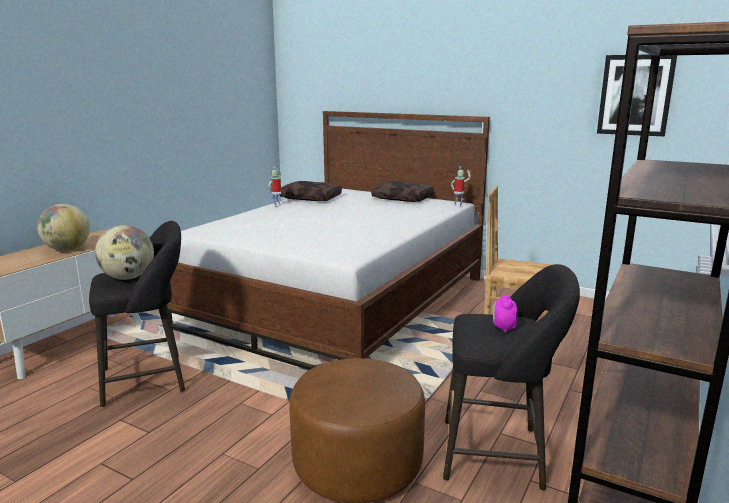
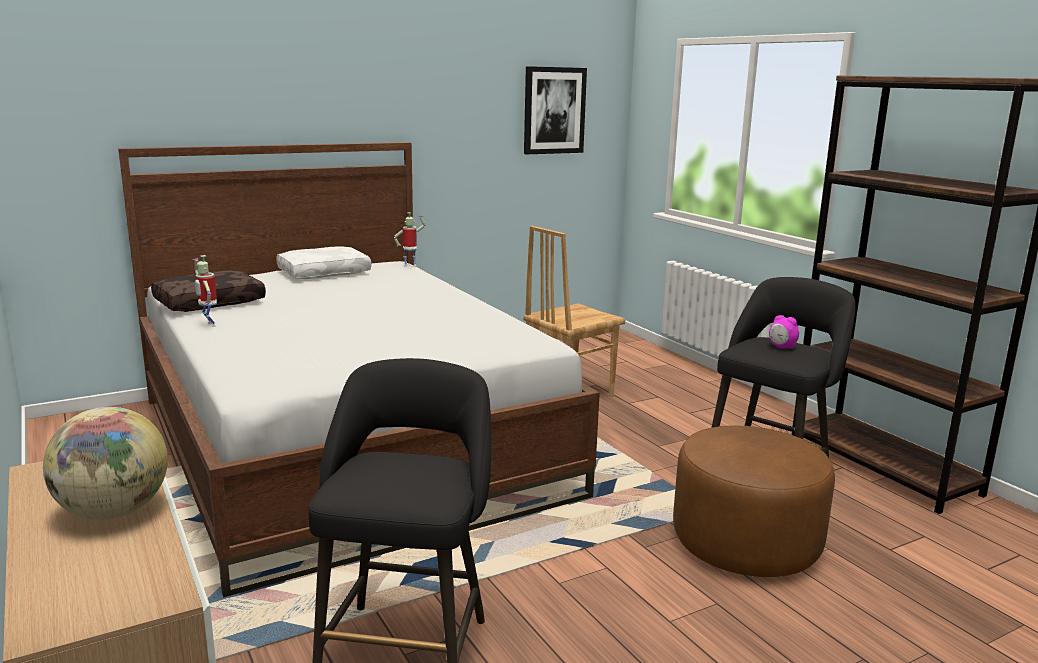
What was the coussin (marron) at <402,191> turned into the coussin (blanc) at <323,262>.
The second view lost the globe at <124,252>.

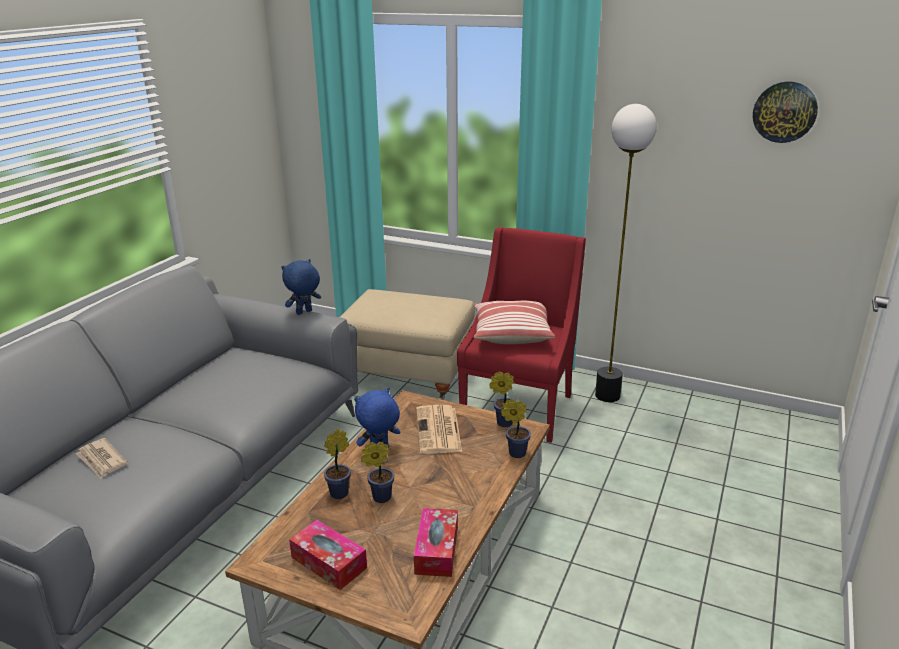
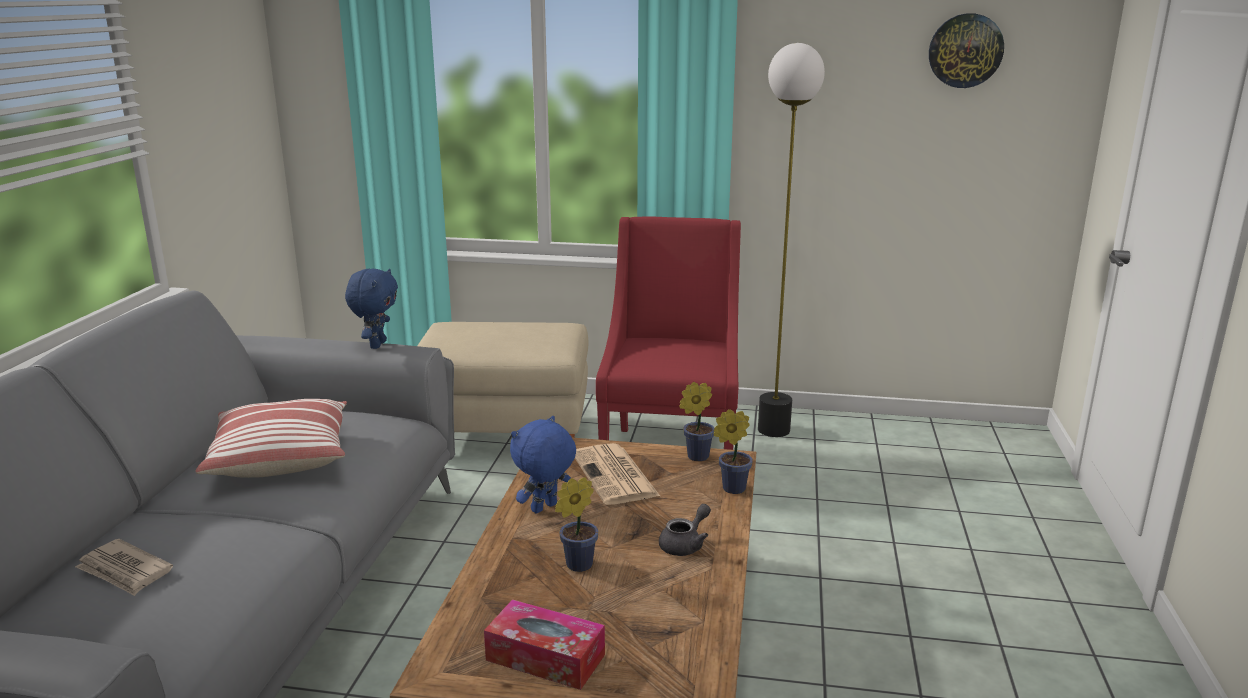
The coussin ended up elsewhere, having gone from <514,322> to <271,438>.
The peluche (bleu) at <301,287> ended up facing another way, 150 degrees clockwise from before.
The second view gained the théière (gris) at <685,530>.
The second view lost the plante en pot at <337,464>.
The second view lost the boîte à mouchoirs at <436,542>.

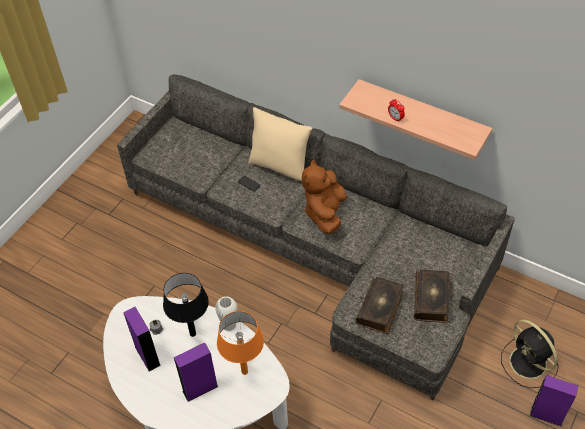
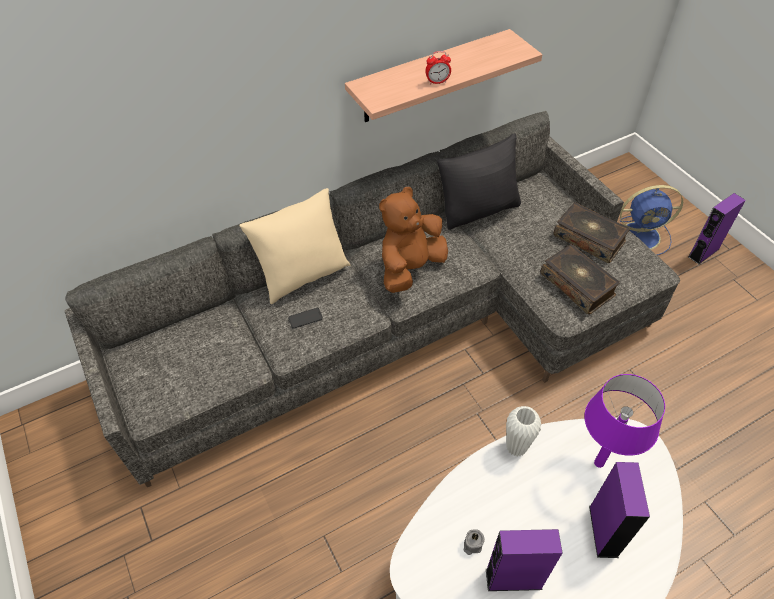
The peluche (marron) at <324,197> ended up facing another way, 90 degrees clockwise from before.
The second view gained the coussin (noir) at <479,181>.
What was the lampe de table (orange) at <240,343> turned into the lampe de table (violet) at <624,421>.
What was the ventilateur (noir) at <529,354> turned into the ventilateur (bleu) at <651,220>.
The second view lost the lampe de table (noir) at <186,305>.

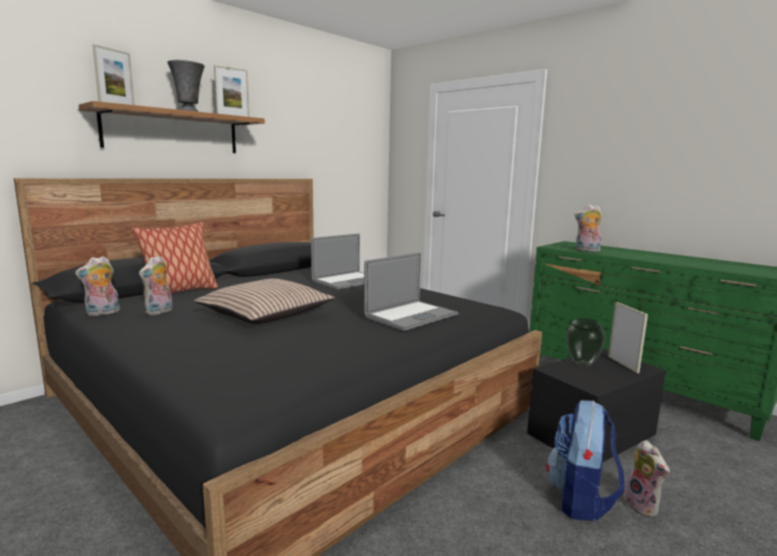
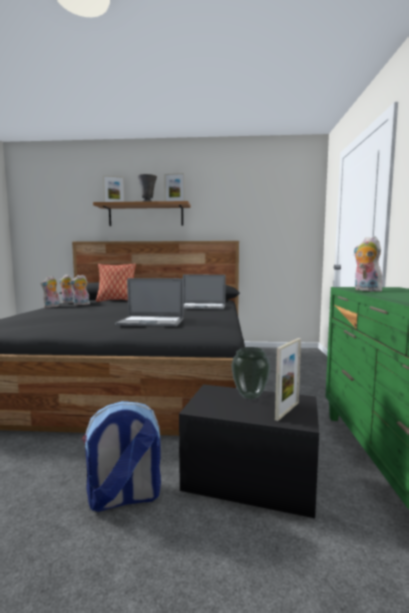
The peluche ended up elsewhere, having gone from <646,478> to <50,292>.
The second view lost the coussin at <264,301>.

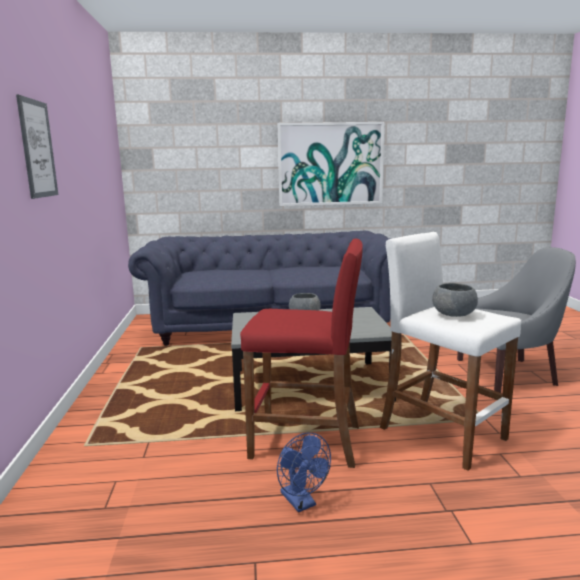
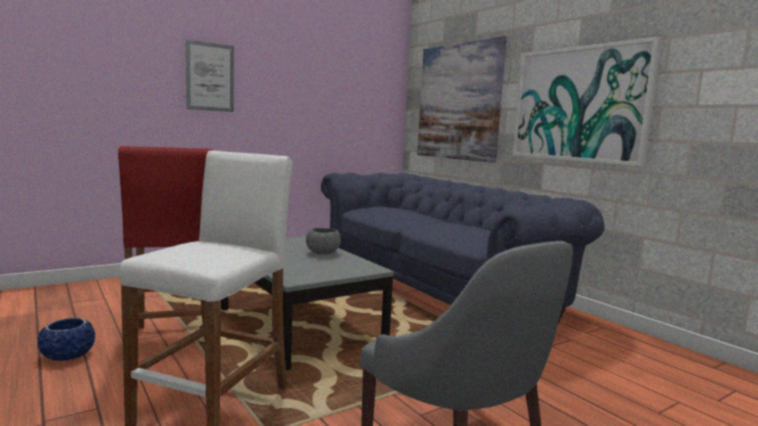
Where the ventilateur (bleu) stood at <304,472>, the cache-pot (bleu) came to stand at <66,339>.
The second view gained the tableau at <462,99>.
The second view lost the bol (gris) at <455,300>.

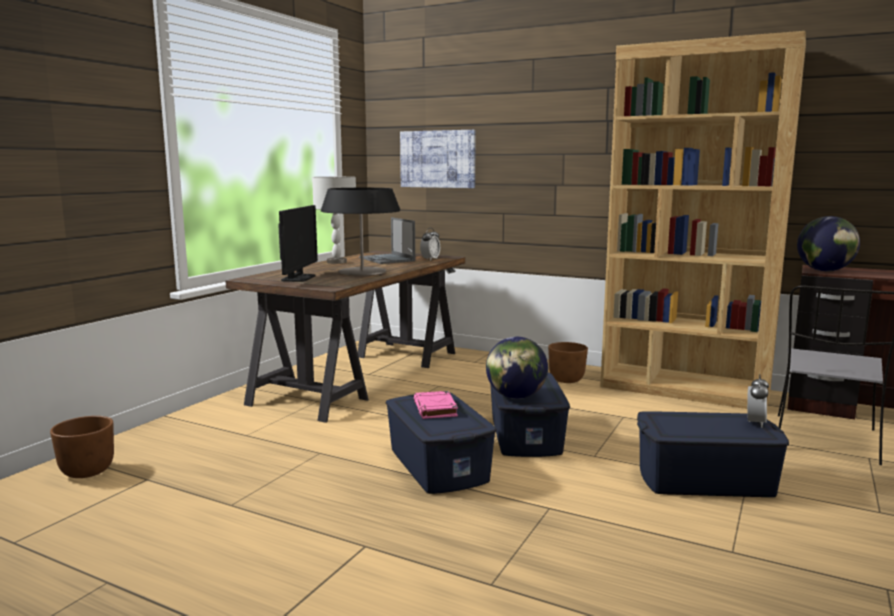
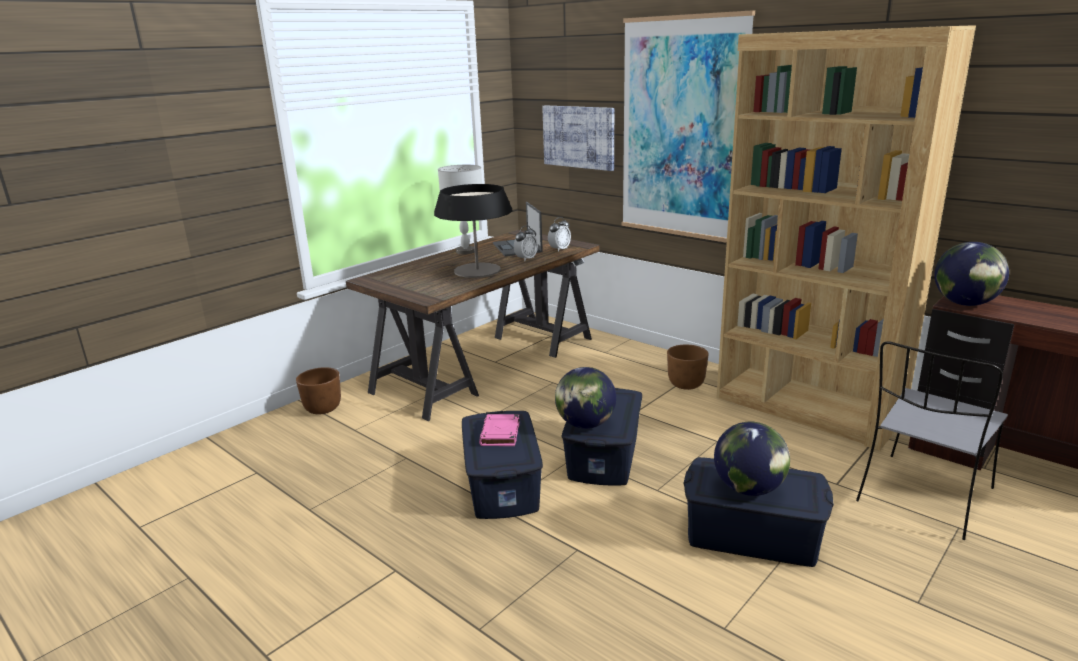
The cache-pot (marron) ended up elsewhere, having gone from <82,447> to <318,391>.
The réveil ended up elsewhere, having gone from <758,401> to <526,243>.
The second view gained the tableau at <688,126>.
The second view gained the globe at <752,459>.
The second view lost the écran d'ordinateur at <298,243>.

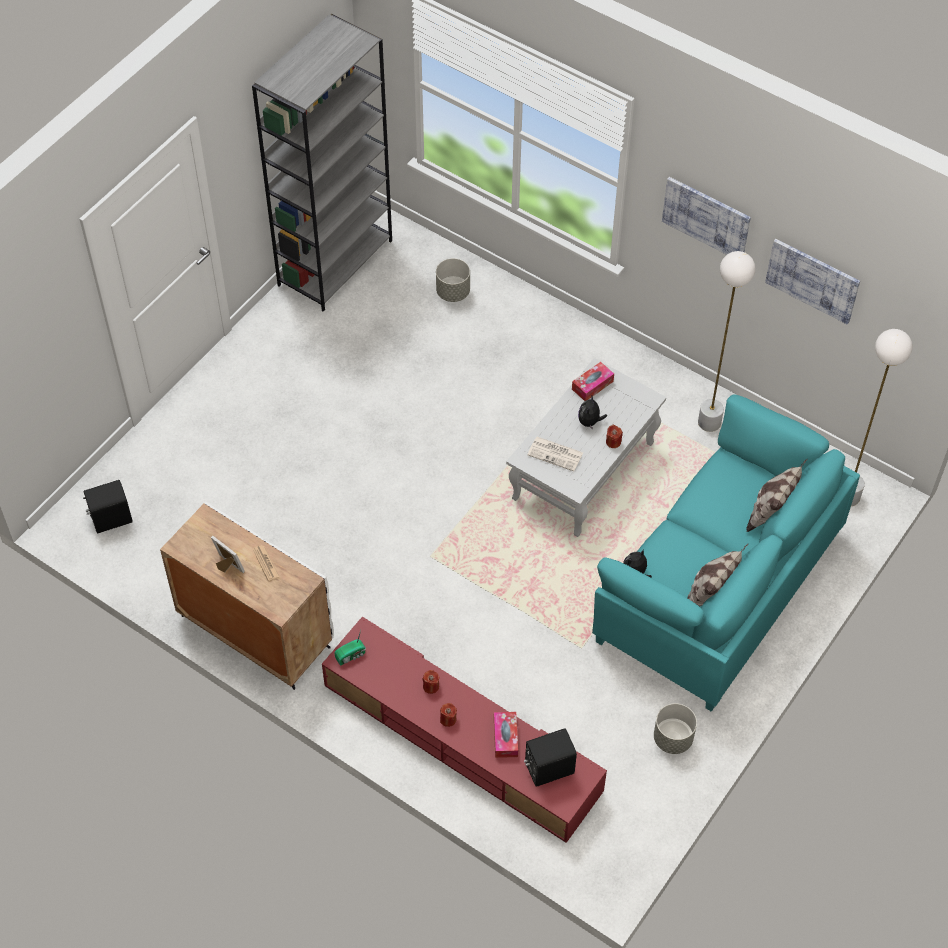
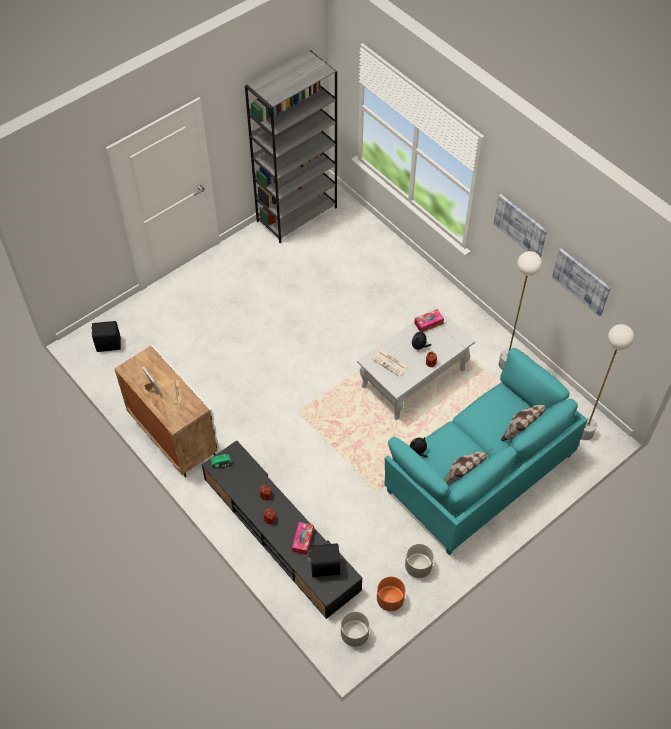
What was the meuble télé (rouge) at <464,730> turned into the meuble télé (noir) at <282,530>.
The cache-pot (gris) ended up elsewhere, having gone from <453,280> to <355,629>.
The second view gained the cache-pot (orange) at <391,593>.

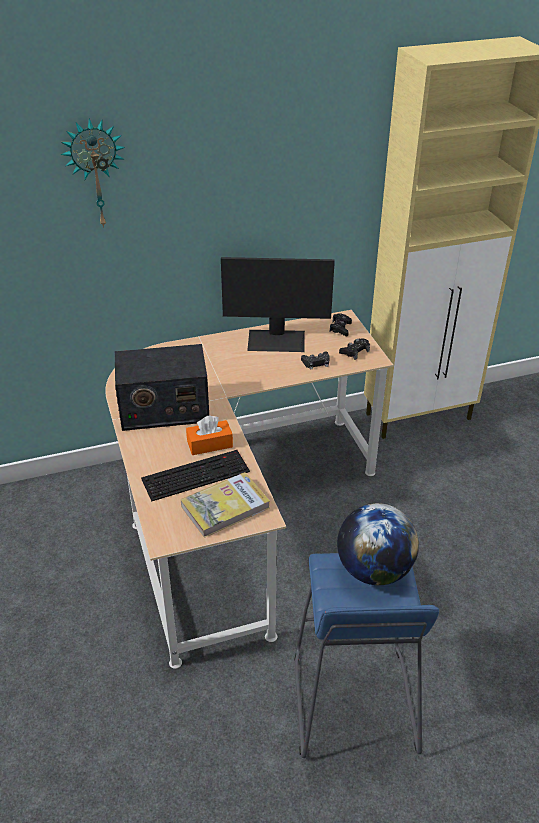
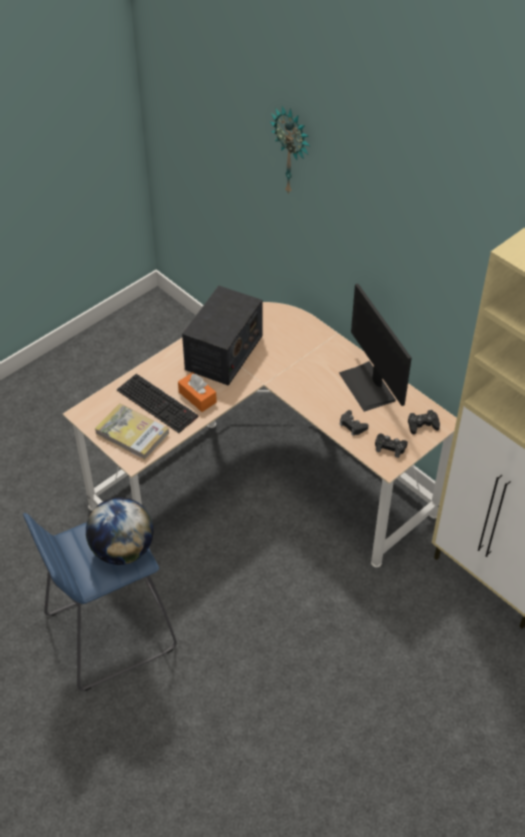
The radio at <162,387> ended up facing another way, 120 degrees counterclockwise from before.

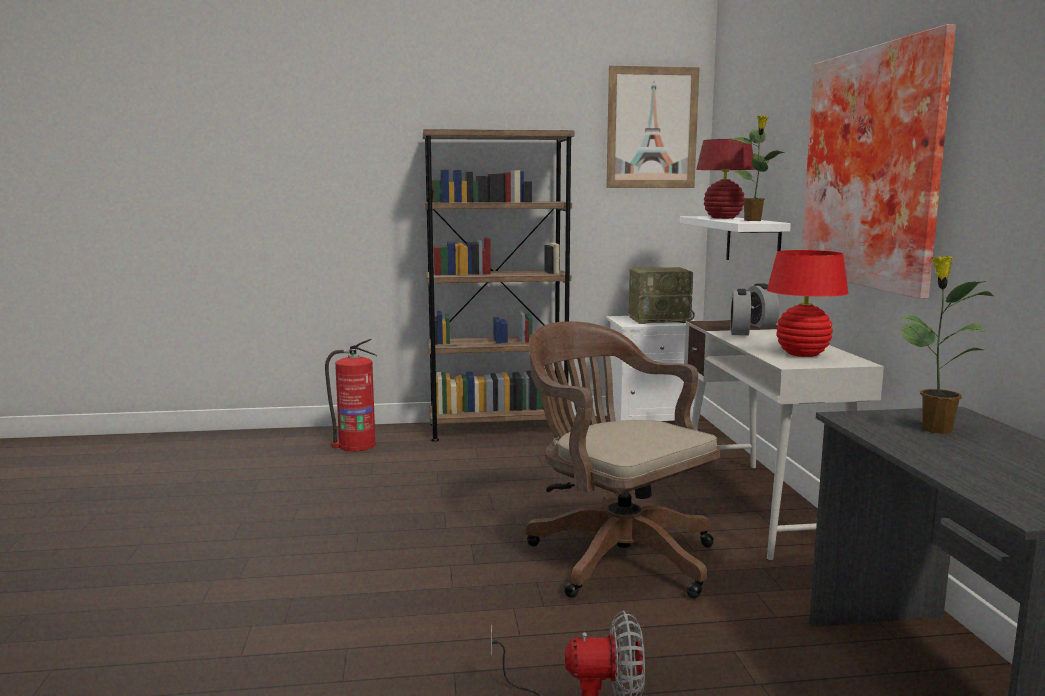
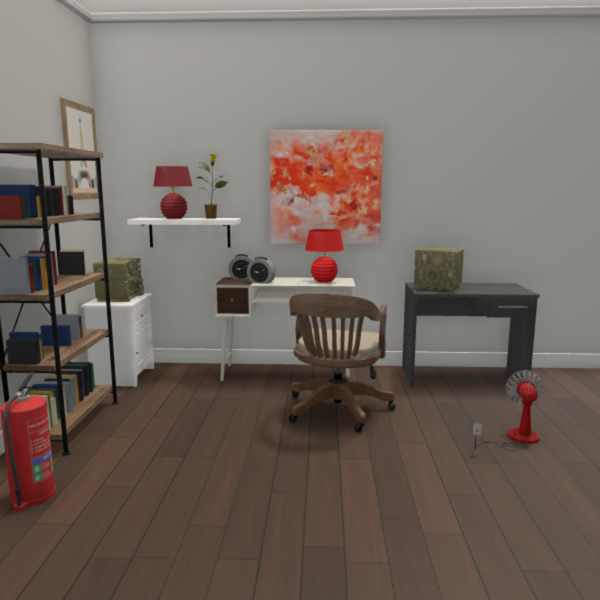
The chaise de bureau (marron) at <623,459> ended up facing another way, 45 degrees counterclockwise from before.
Where the plante en pot stood at <947,345>, the radio came to stand at <439,269>.

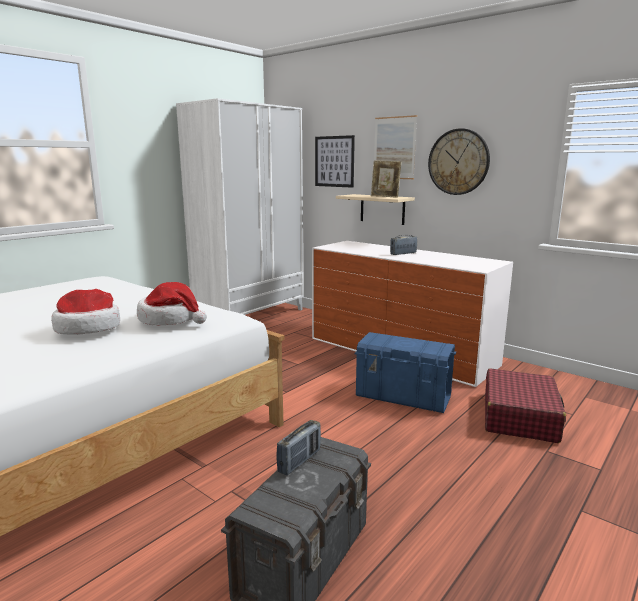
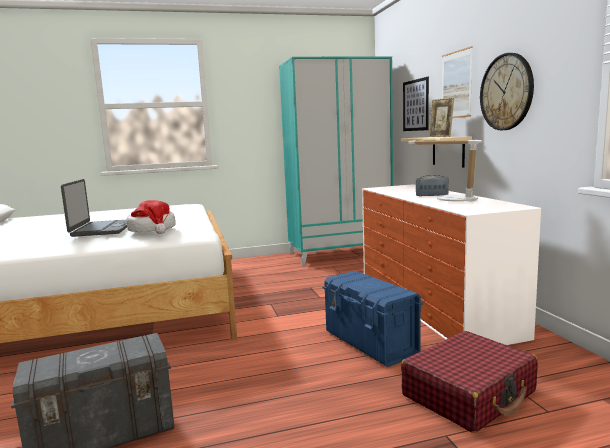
Where the chapeau stood at <85,312>, the ordinateur portable came to stand at <94,208>.
What was the armoire (blanc) at <240,206> turned into the armoire (turquoise) at <336,161>.
The second view gained the lampe de table at <445,170>.
The second view lost the radio at <298,447>.

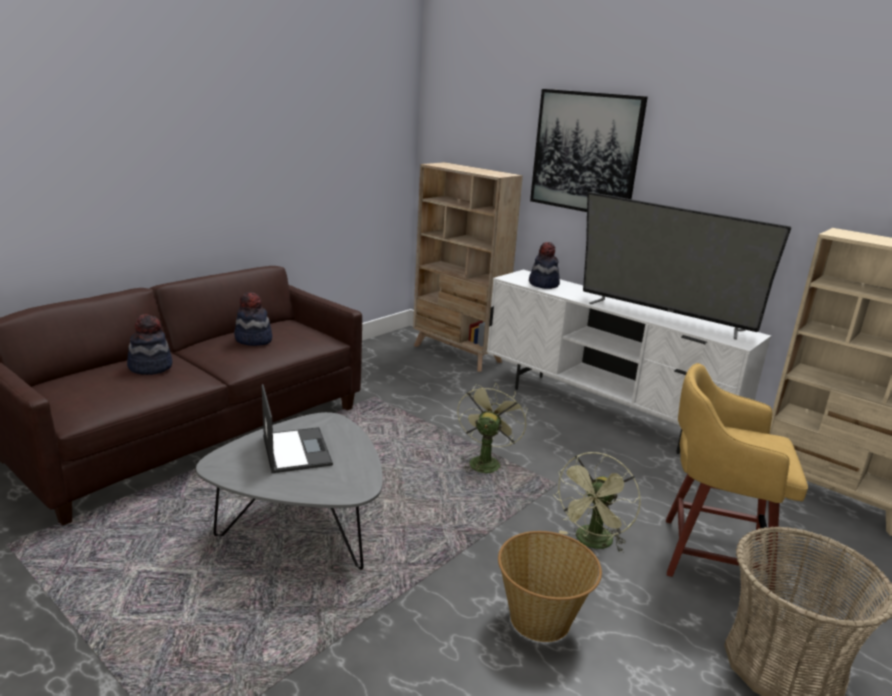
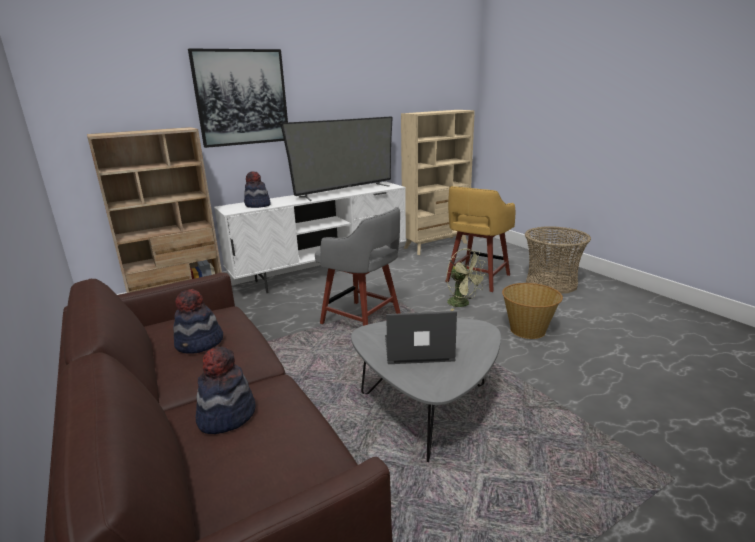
Where the ventilateur (vert) stood at <492,427>, the tabouret (gris) came to stand at <358,266>.

